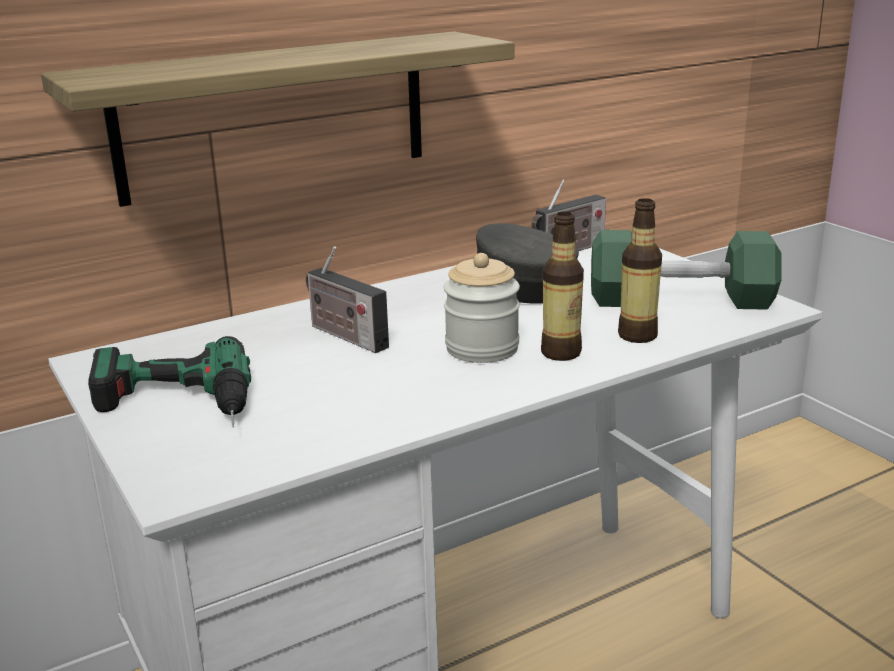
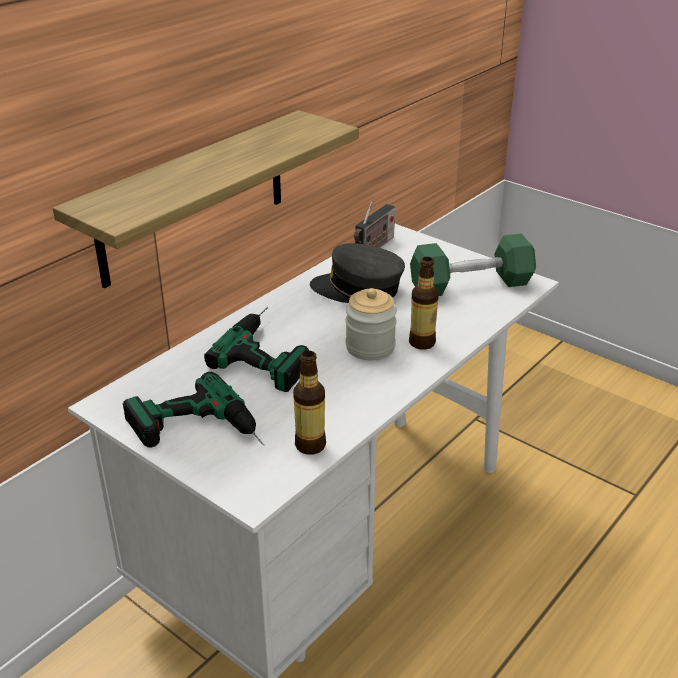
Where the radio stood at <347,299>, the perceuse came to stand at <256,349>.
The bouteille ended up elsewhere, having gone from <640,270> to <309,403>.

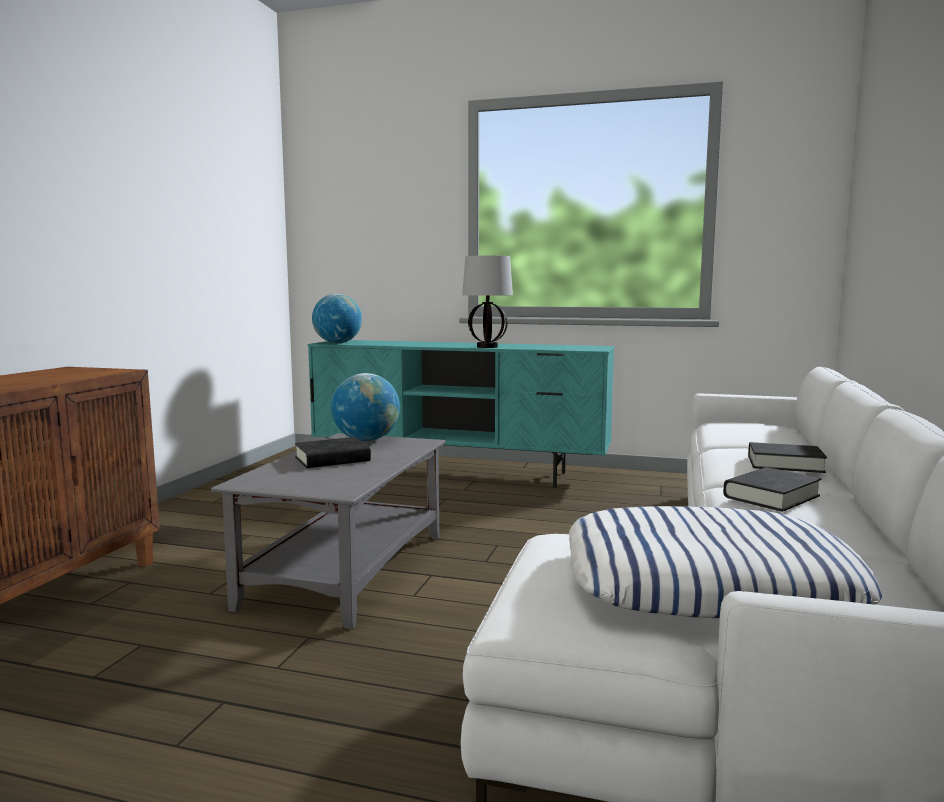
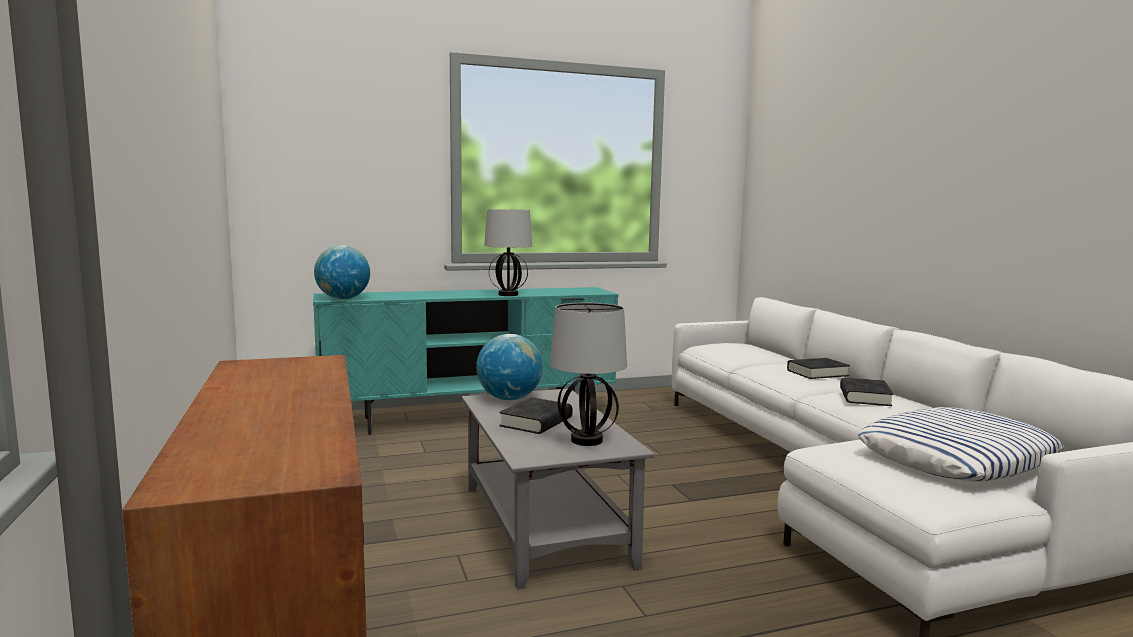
The second view gained the lampe de table at <588,374>.

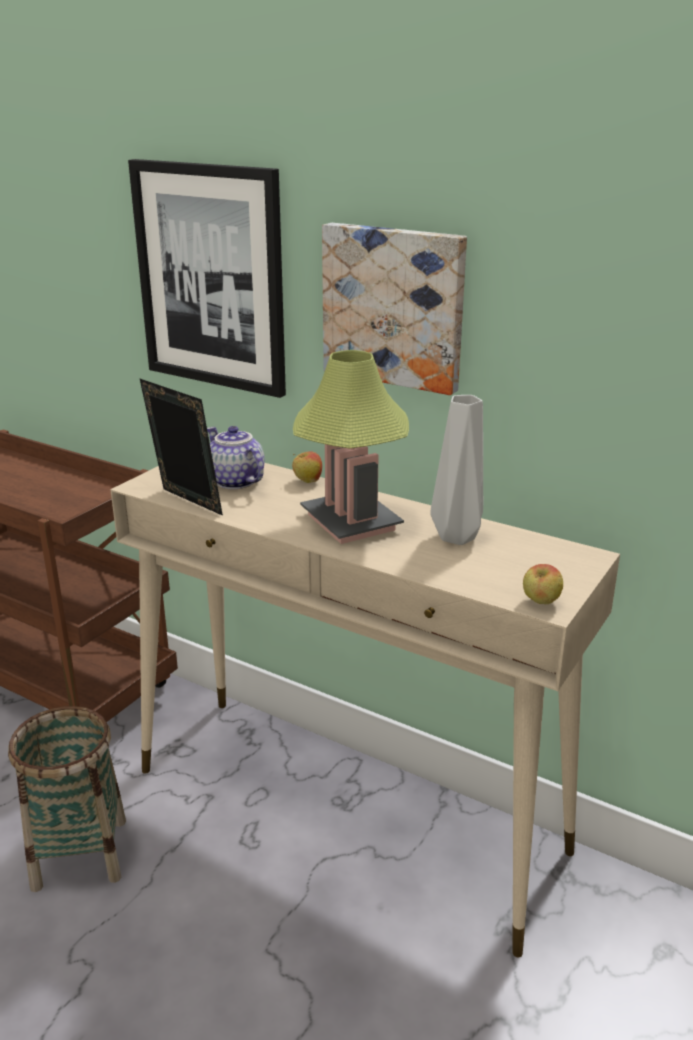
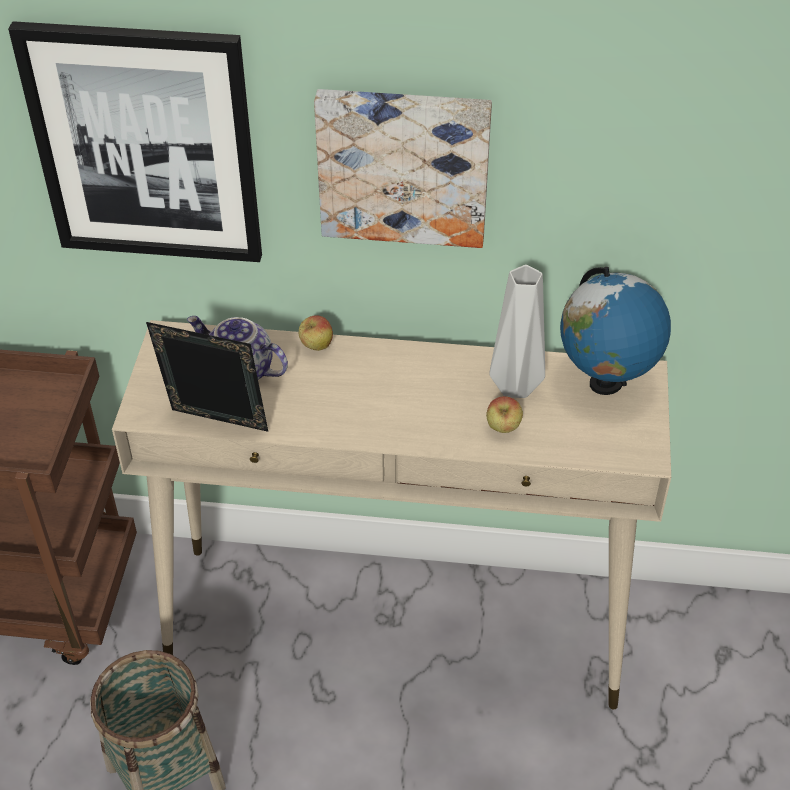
The pomme ended up elsewhere, having gone from <543,584> to <504,414>.
The second view gained the globe at <615,331>.
The second view lost the lampe de table at <351,447>.

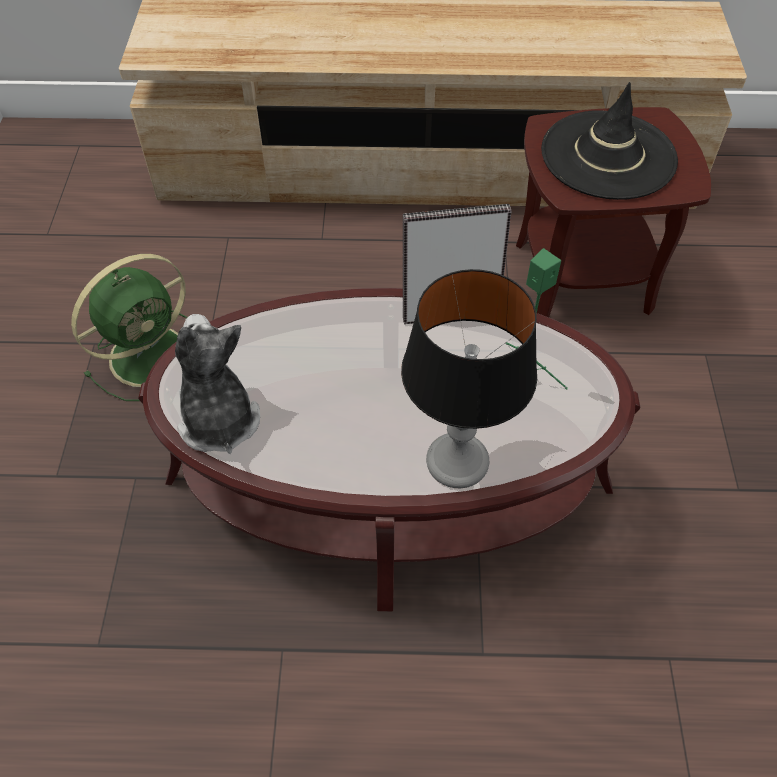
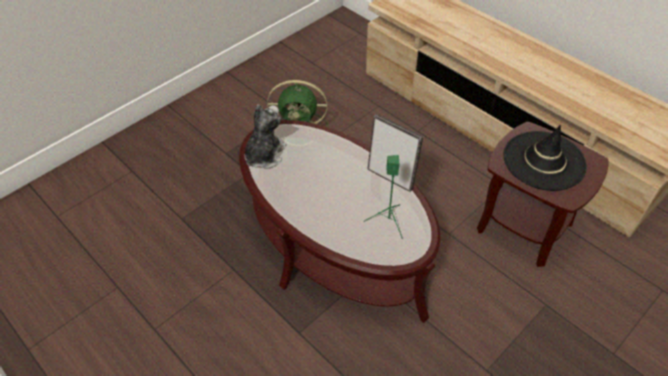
The second view lost the lampe de table at <469,378>.

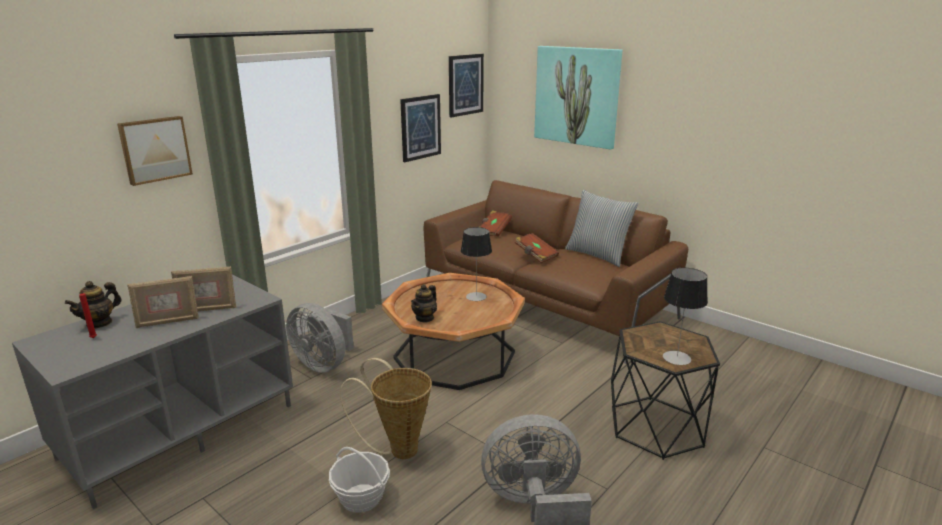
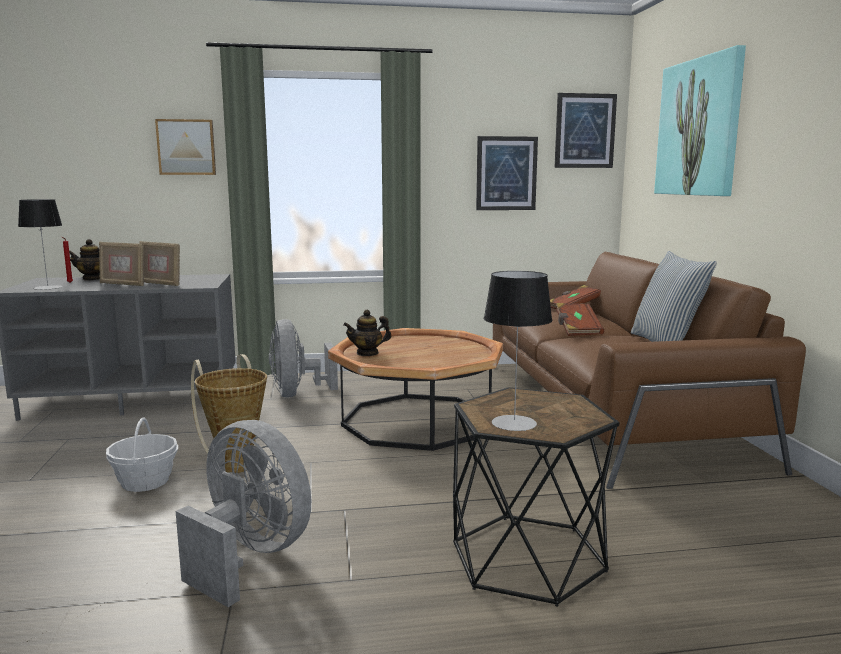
The lampe de table ended up elsewhere, having gone from <476,264> to <40,244>.

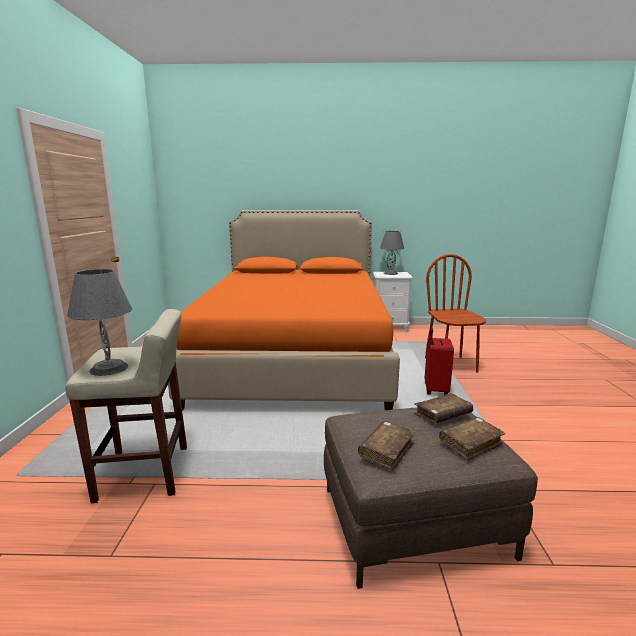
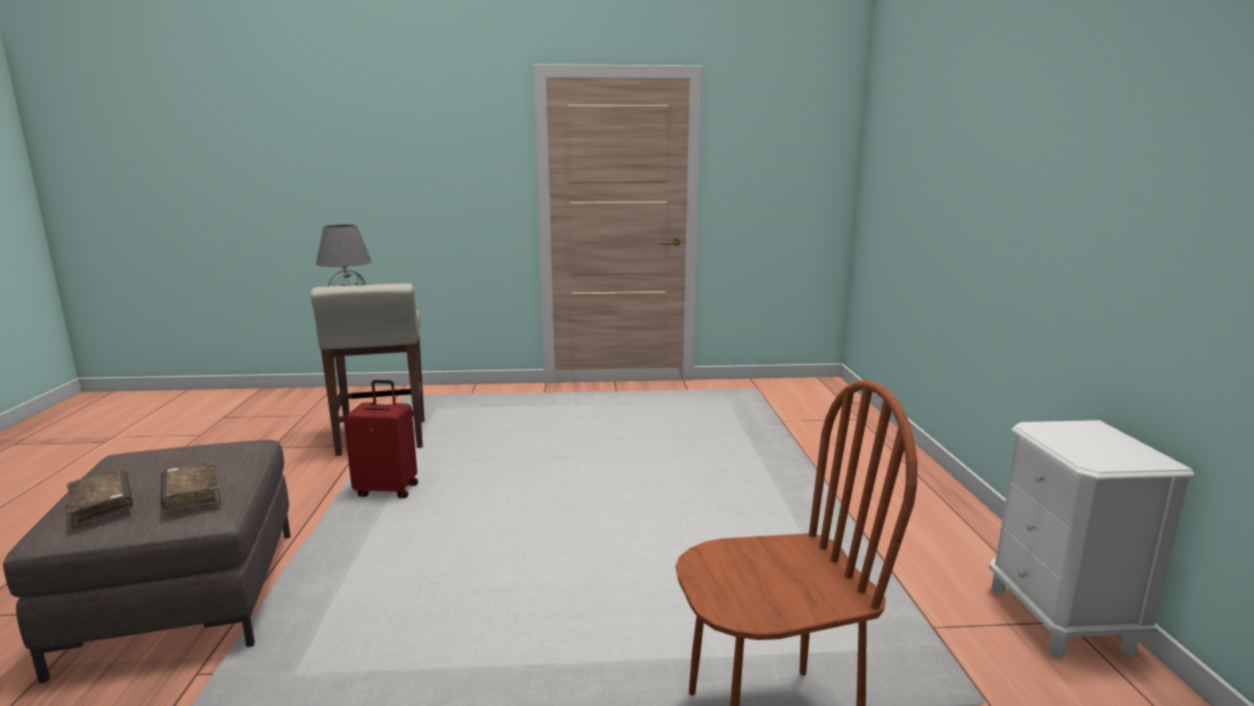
The valise (rouge) ended up elsewhere, having gone from <439,361> to <381,439>.
The second view lost the lit (orange) at <284,310>.
The second view lost the livre (marron) at <386,446>.
The second view lost the lampe de table (gris) at <392,253>.

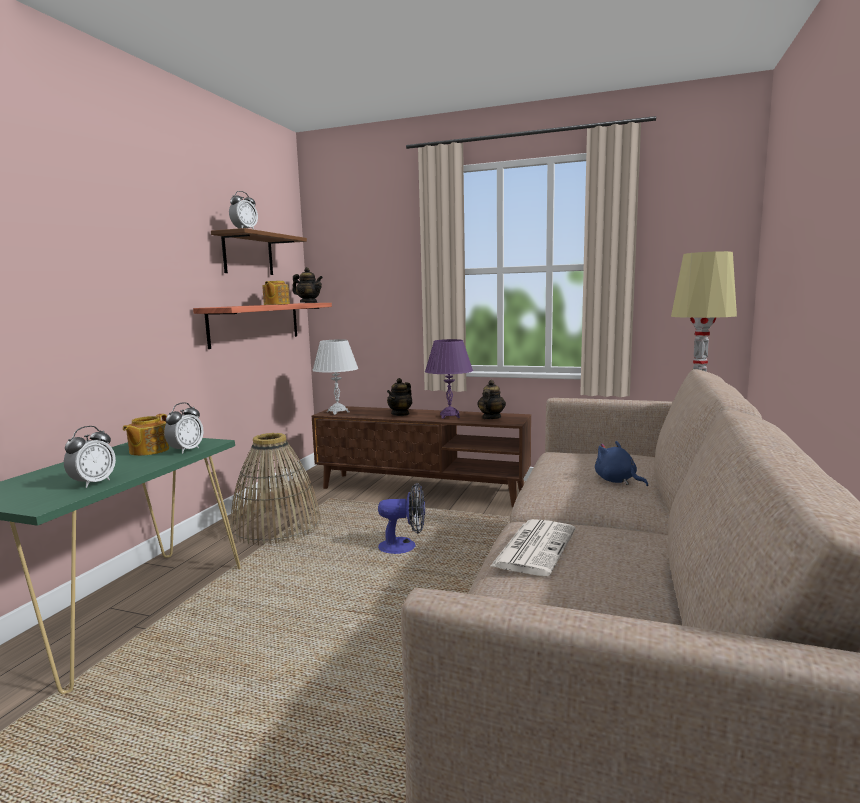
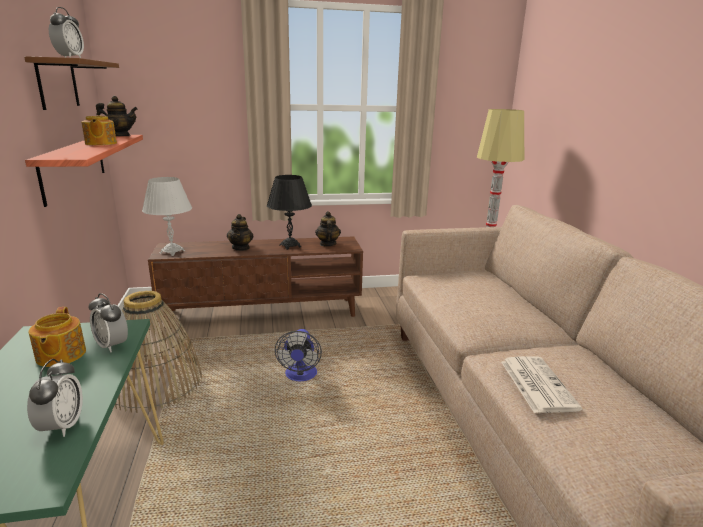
The réveil at <183,428> ended up facing another way, 135 degrees clockwise from before.
What was the lampe de table (violet) at <449,379> turned into the lampe de table (noir) at <289,212>.
The ventilateur at <401,518> ended up facing another way, 120 degrees clockwise from before.
The second view lost the peluche (bleu) at <621,463>.

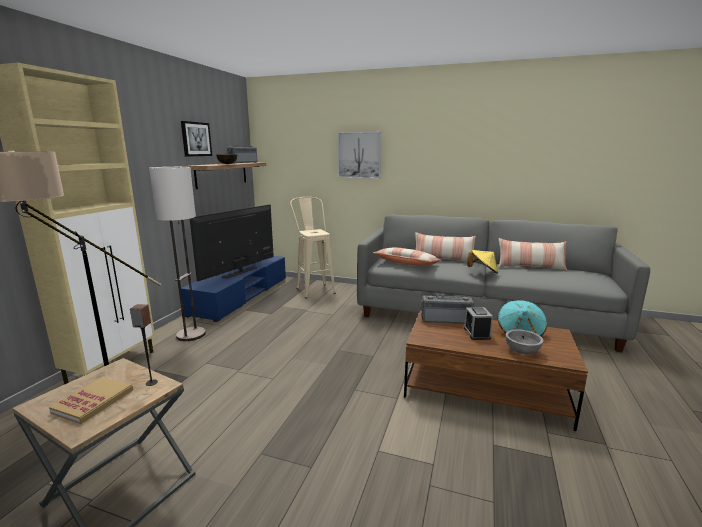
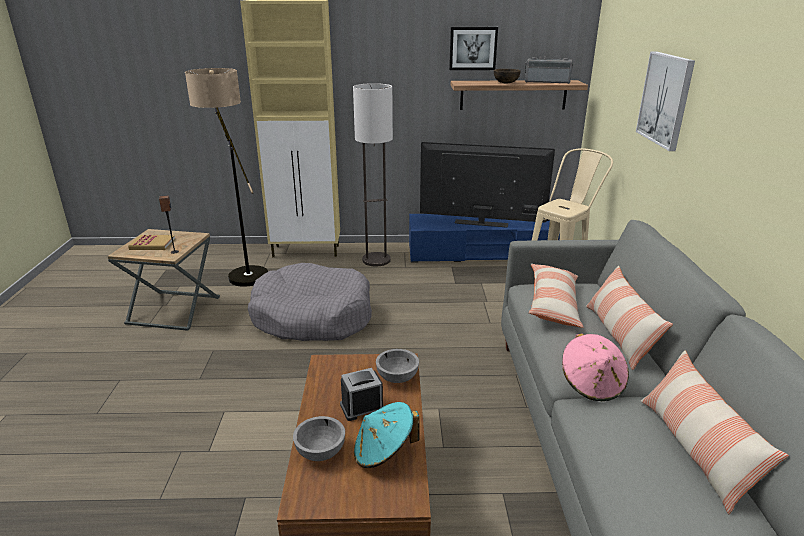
The second view gained the panier pour chien (gris) at <310,302>.
Where the radio stood at <447,309>, the bol (gris) came to stand at <397,366>.
What was the chapeau (jaune) at <482,262> turned into the chapeau (rose) at <595,367>.

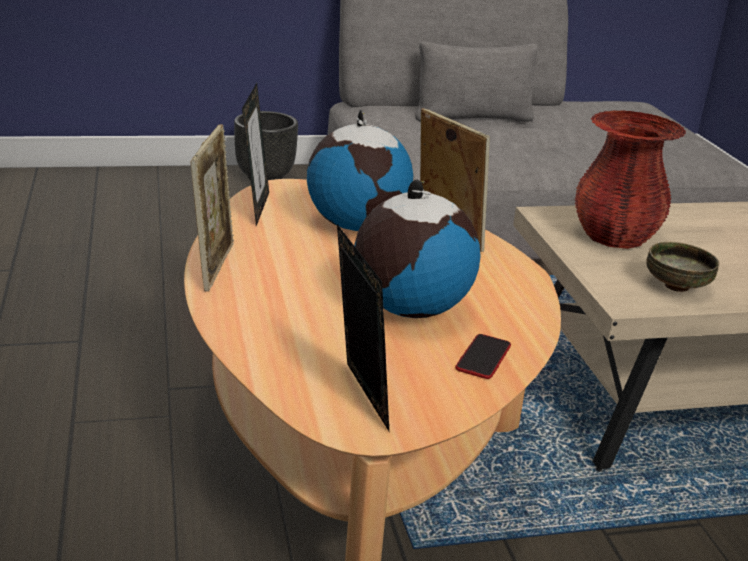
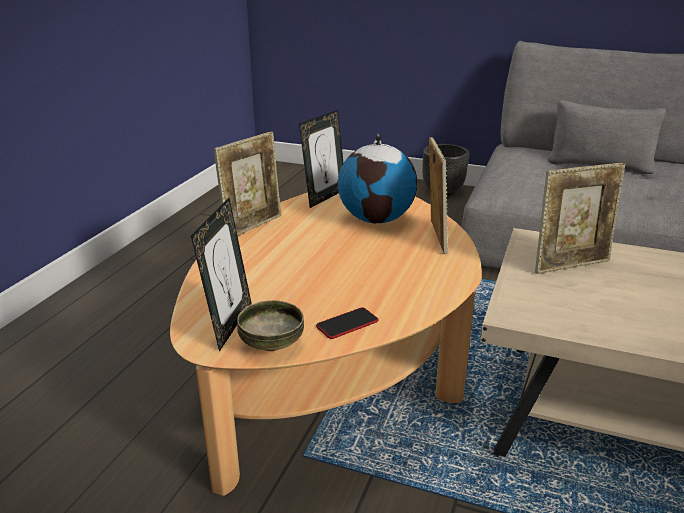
The bol ended up elsewhere, having gone from <682,267> to <270,325>.
Where the vase (rouge) stood at <630,179>, the cadre photo came to stand at <580,218>.
The second view lost the globe at <417,249>.

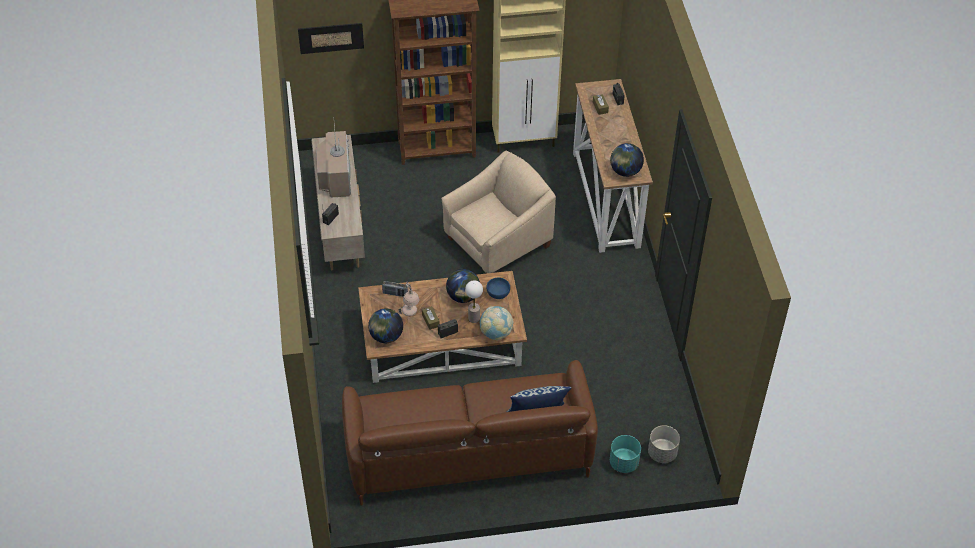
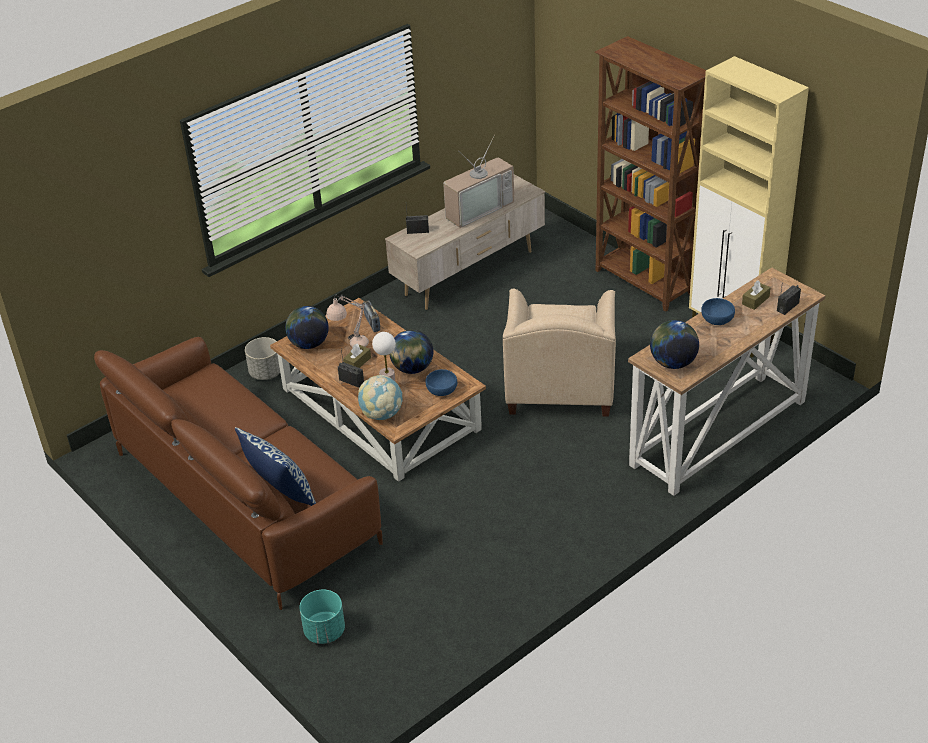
The cache-pot (gris) ended up elsewhere, having gone from <664,444> to <262,358>.
The fauteuil (beige) at <498,212> ended up facing another way, 75 degrees clockwise from before.
The second view gained the bol (bleu) at <718,311>.
The second view lost the tableau at <331,38>.

